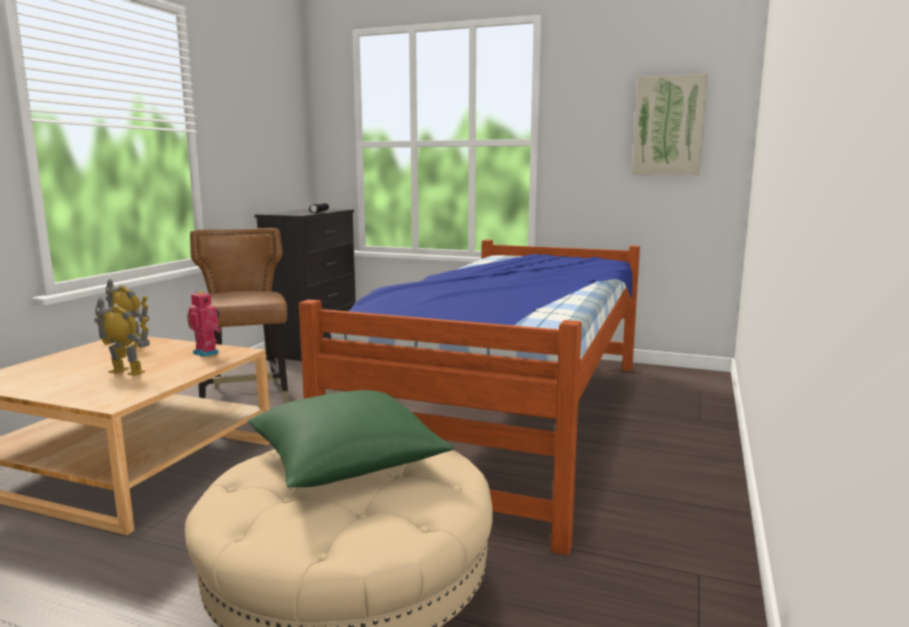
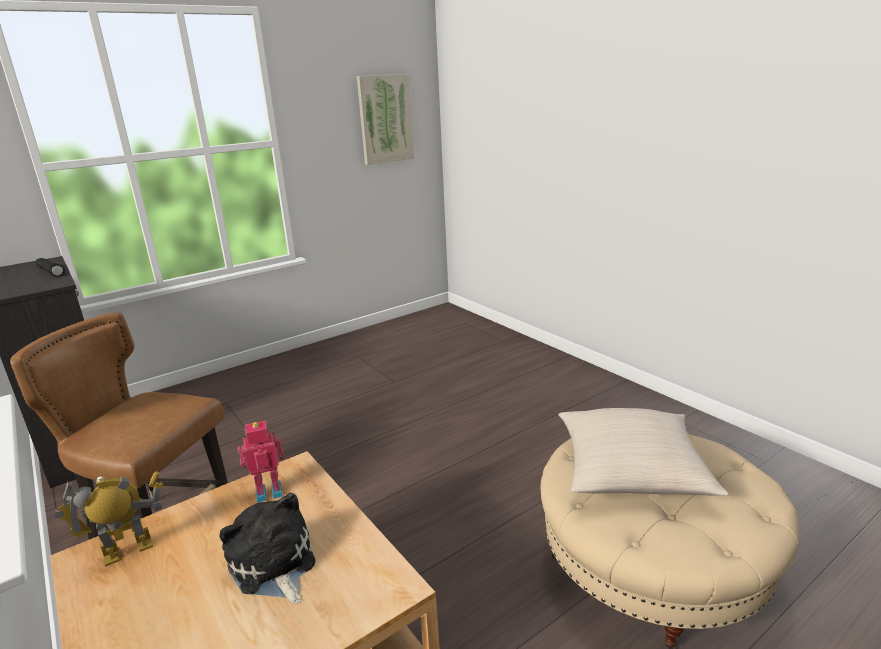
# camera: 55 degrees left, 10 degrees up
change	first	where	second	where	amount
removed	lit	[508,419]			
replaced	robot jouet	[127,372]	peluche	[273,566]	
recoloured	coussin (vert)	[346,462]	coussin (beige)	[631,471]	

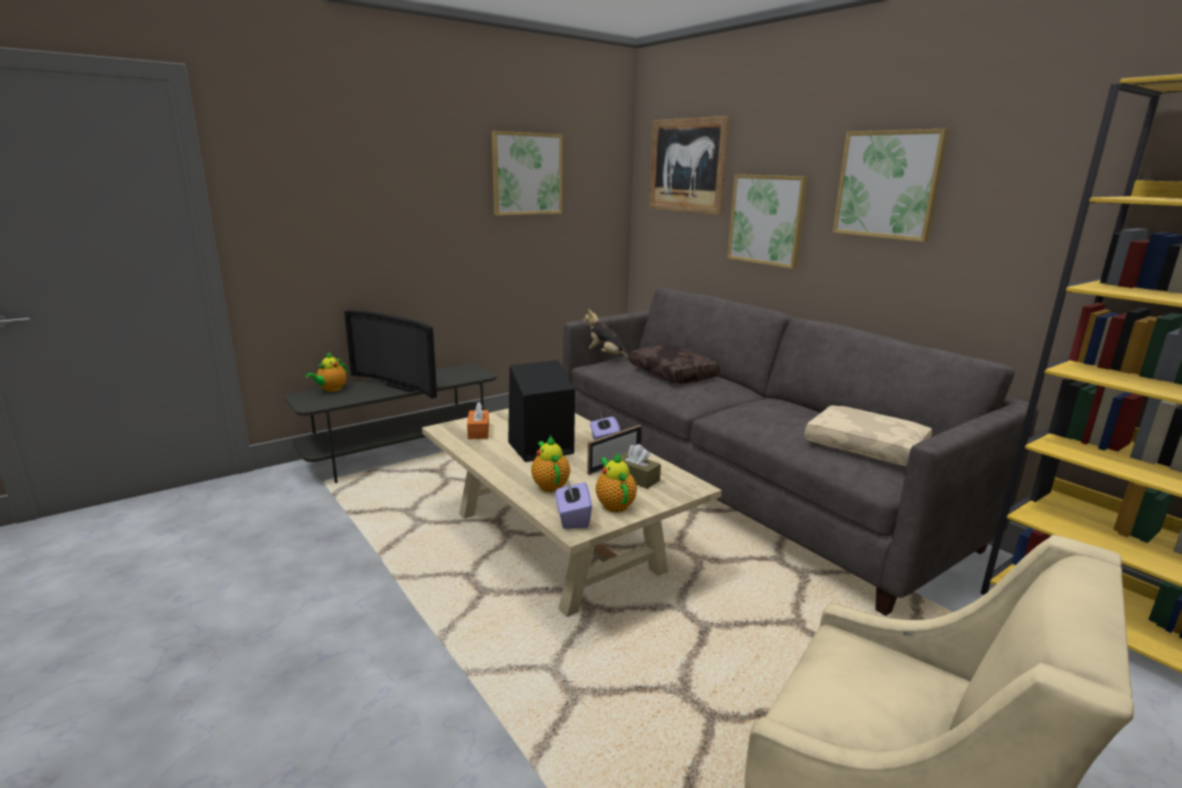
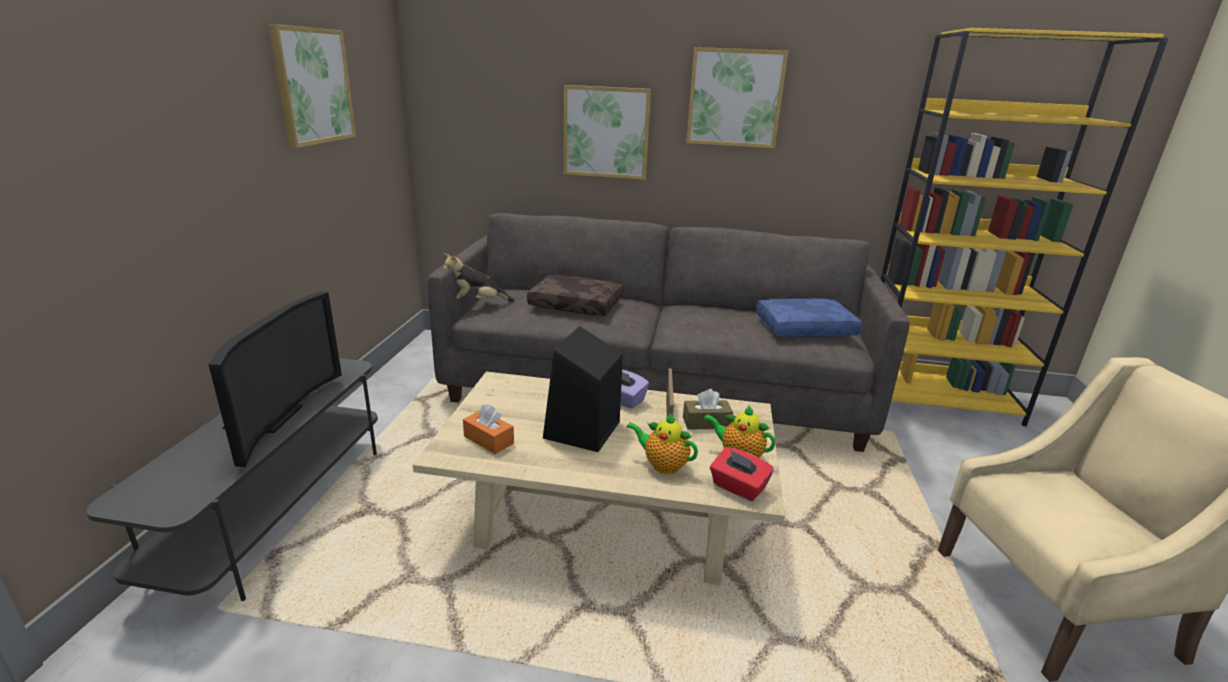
# camera: 45 degrees left, 5 degrees up
change	first	where	second	where	amount
removed	tableau	[687,166]			
turned	téléviseur	[405,385]		[273,418]	75 degrees counterclockwise
removed	théière	[331,389]			
recoloured	coussin (beige)	[867,447]	coussin (bleu)	[805,328]	
recoloured	boîte à mouchoirs (violet)	[572,518]	boîte à mouchoirs (rouge)	[738,487]	

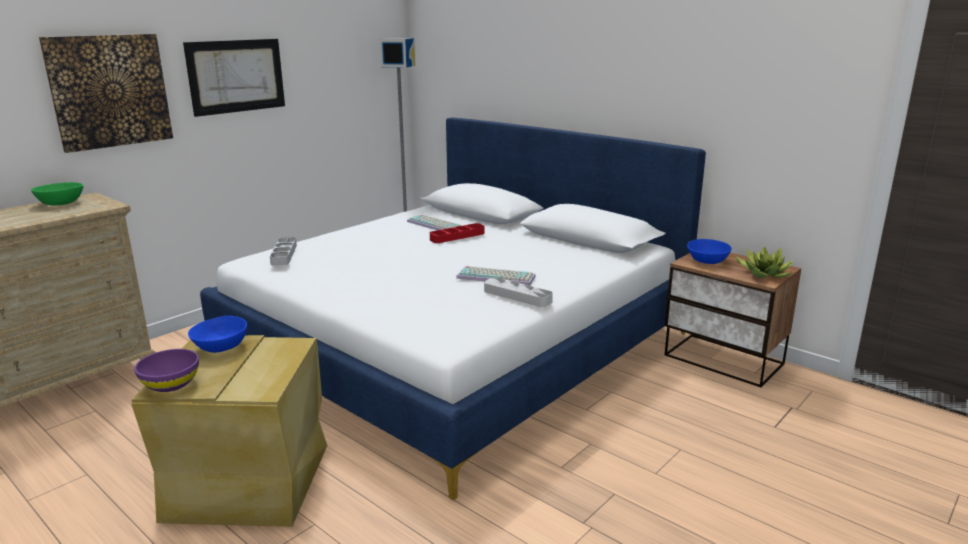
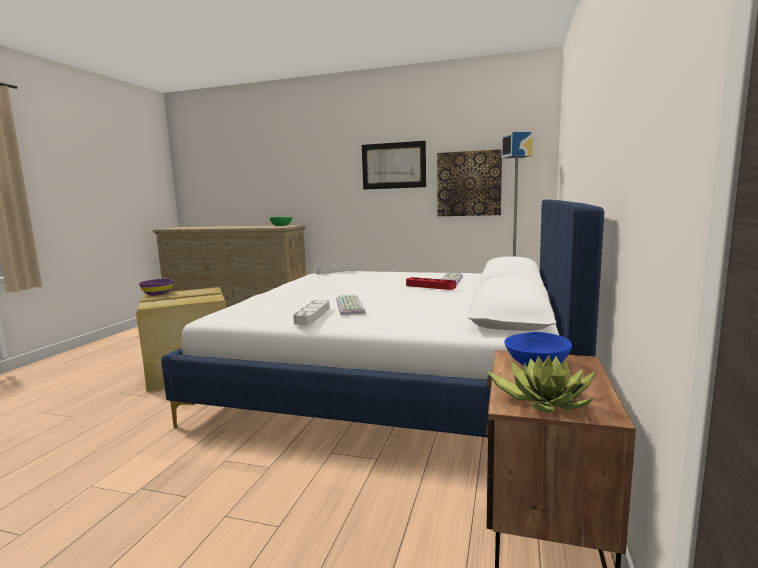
# camera: 65 degrees right, 10 degrees down
change	first	where	second	where	amount
moved	tableau	[109,91]		[469,184]	
removed	bol (bleu)	[220,347]			

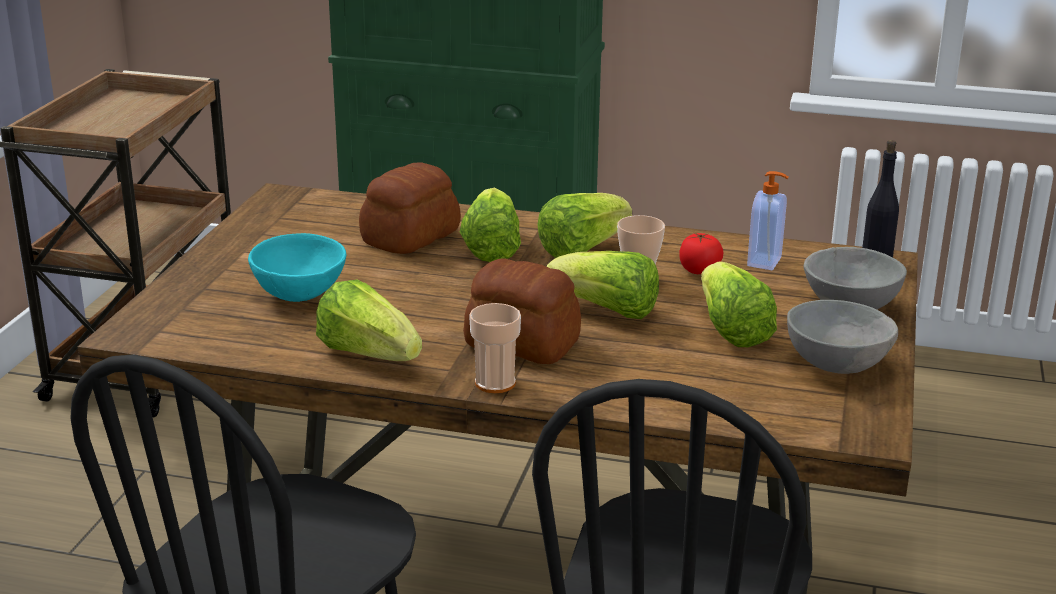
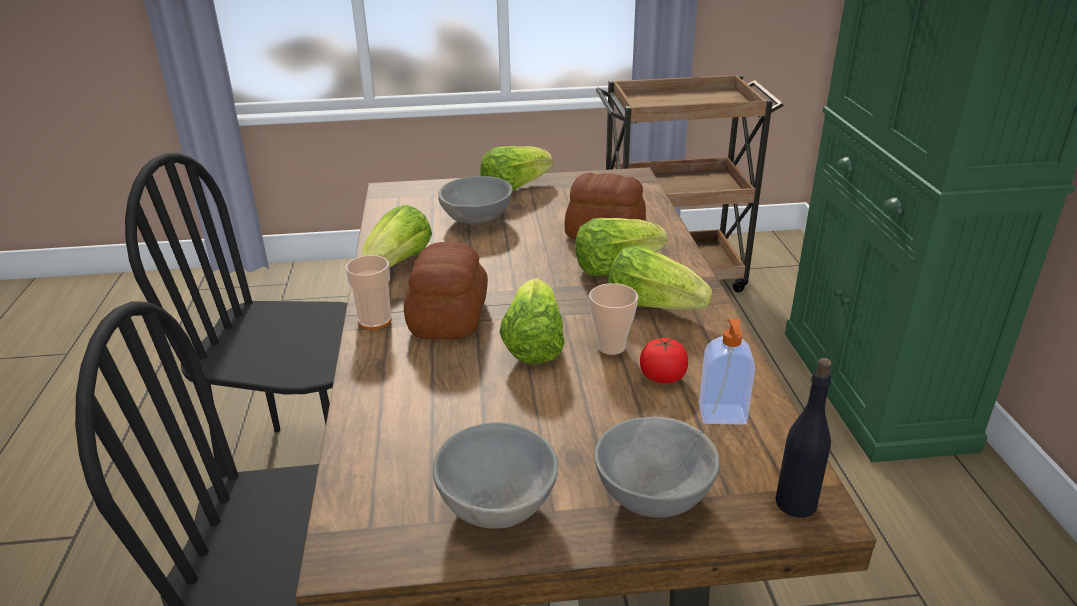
# camera: 70 degrees right, 5 degrees up
change	first	where	second	where	amount
recoloured	bol (turquoise)	[301,294]	bol (gris)	[478,221]	
moved	laitue	[731,330]		[514,188]	

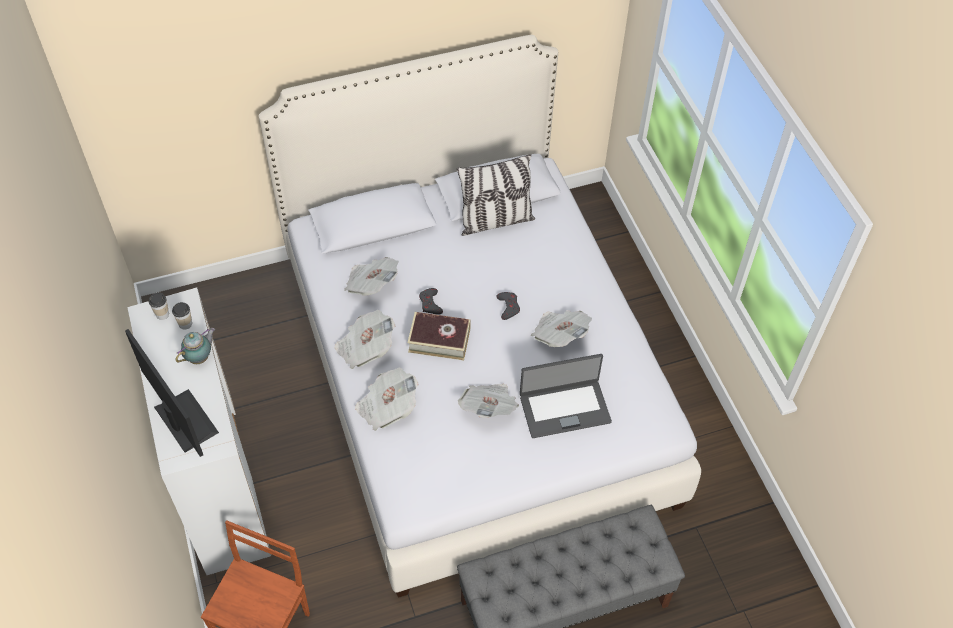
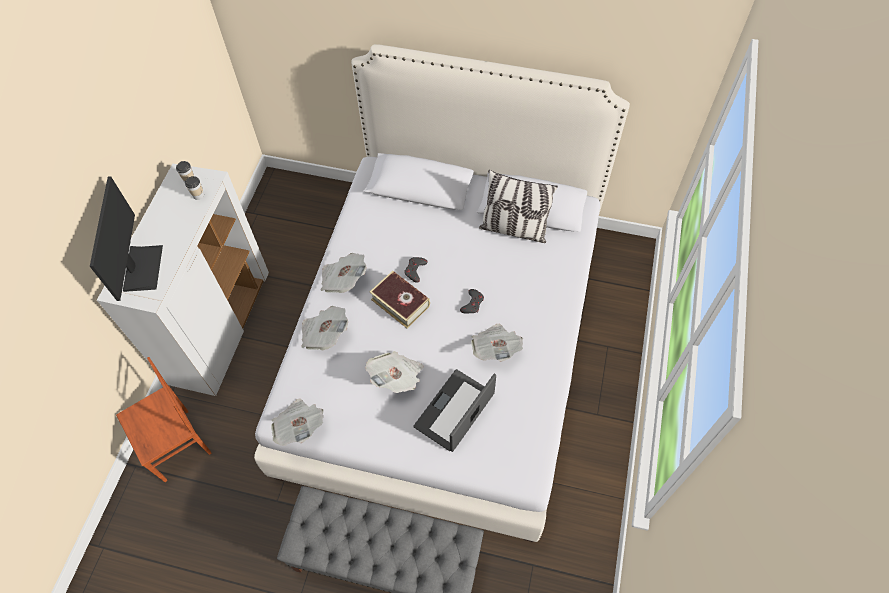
# camera: 35 degrees right, 5 degrees up
change	first	where	second	where	amount
moved	journal	[371,284]		[299,426]	
removed	théière	[200,357]			
turned	ordinateur portable	[564,408]		[455,411]	105 degrees clockwise

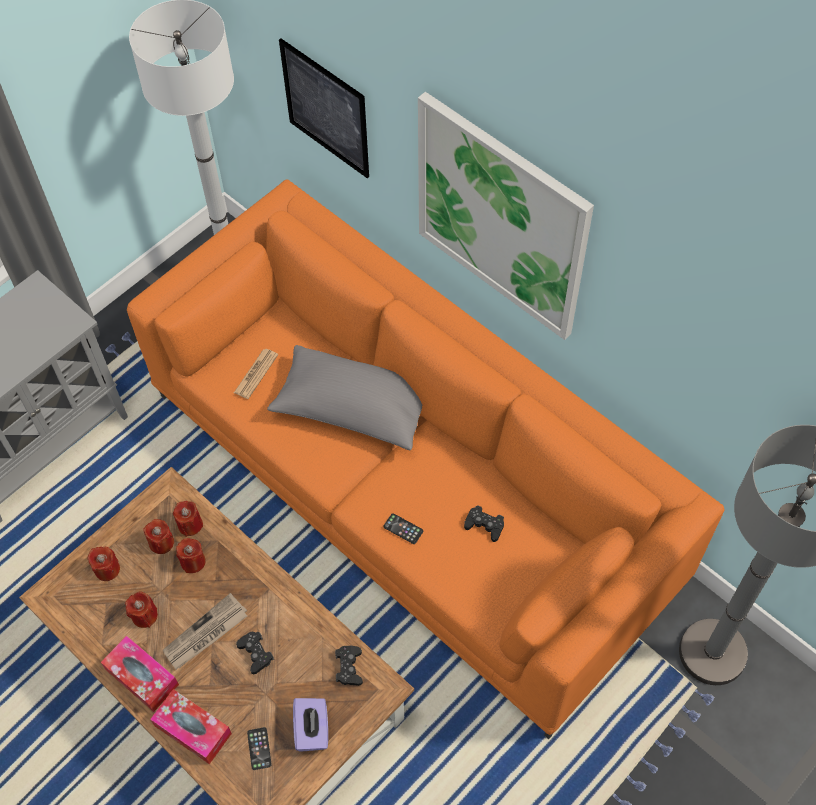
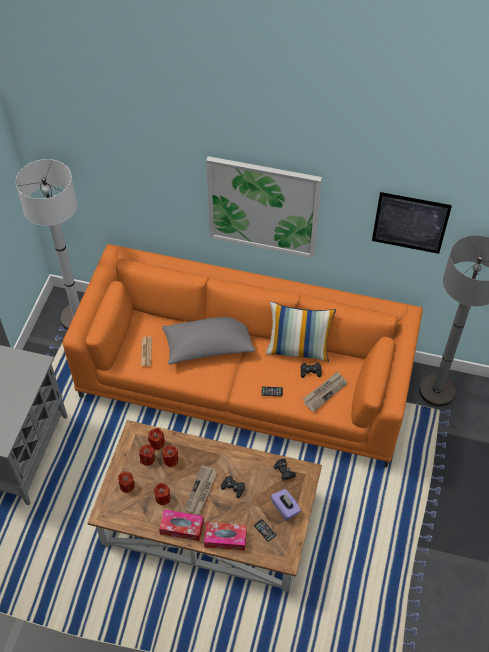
# camera: 30 degrees left, 5 degrees down
change	first	where	second	where	amount
moved	tableau	[326,109]		[410,223]	
added			coussin	[298,349]	
added			journal	[324,392]	

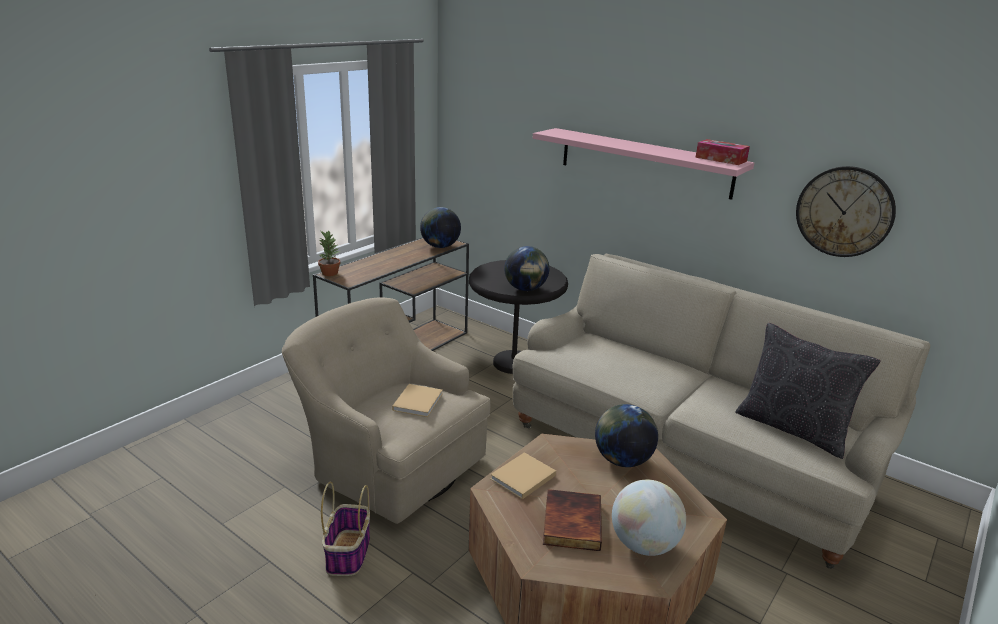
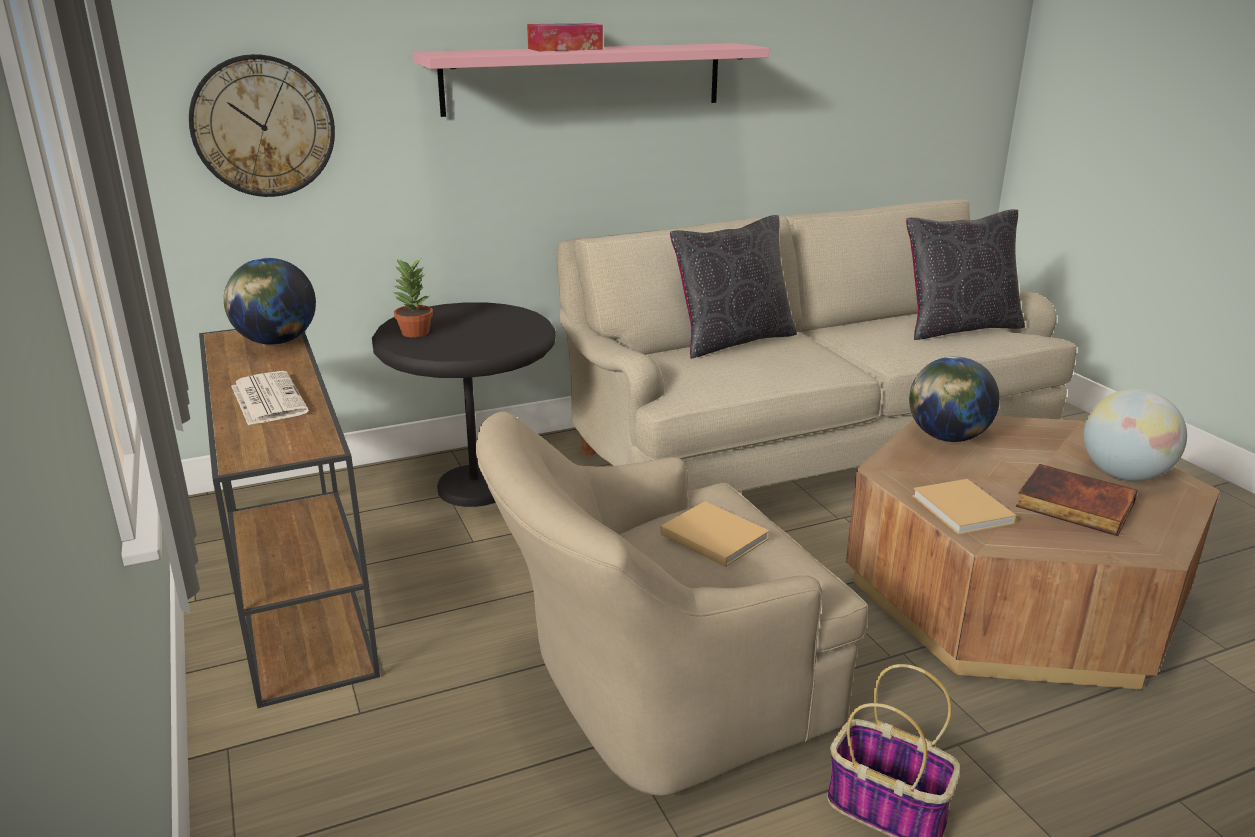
# camera: 60 degrees left, 0 degrees up
change	first	where	second	where	amount
moved	boîte à mouchoirs	[721,159]		[565,49]	
moved	horloge murale	[844,211]		[263,126]	
moved	plante en pot	[329,273]		[414,332]	
removed	globe	[525,289]			
added			coussin (noir)	[732,340]	
added			journal	[267,399]	

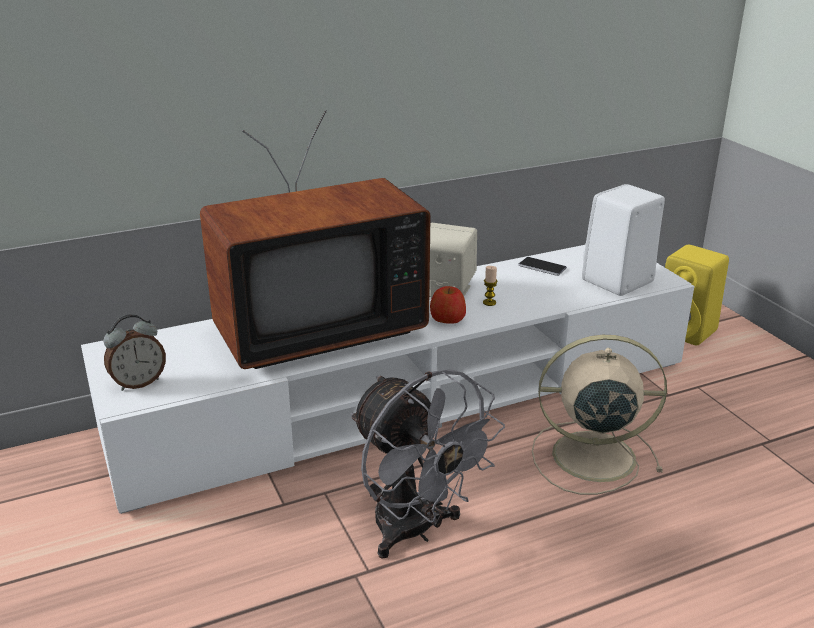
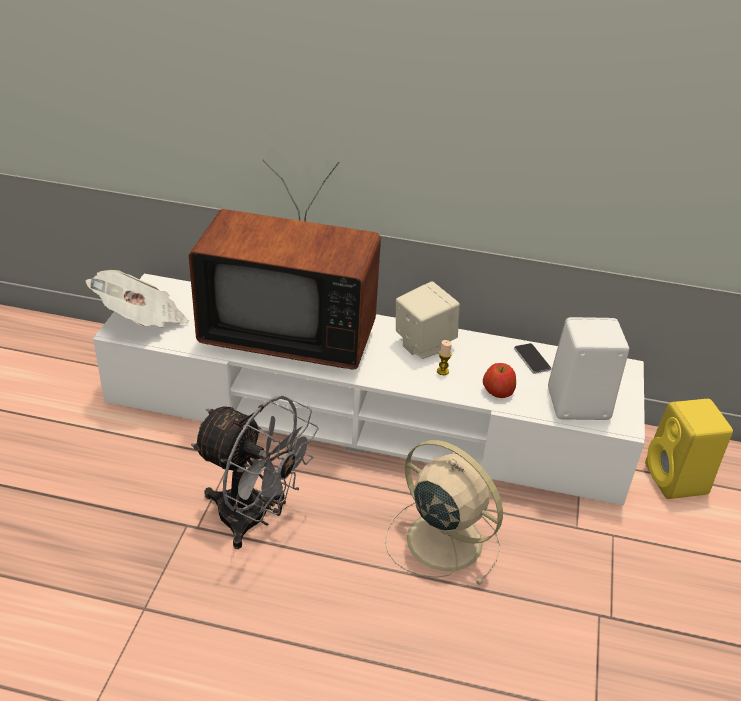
# camera: 35 degrees right, 10 degrees up
change	first	where	second	where	amount
moved	pomme	[447,319]		[498,391]	
replaced	réveil	[138,383]	journal	[142,320]	
turned	ventilateur (gris)	[415,531]		[254,519]	60 degrees counterclockwise

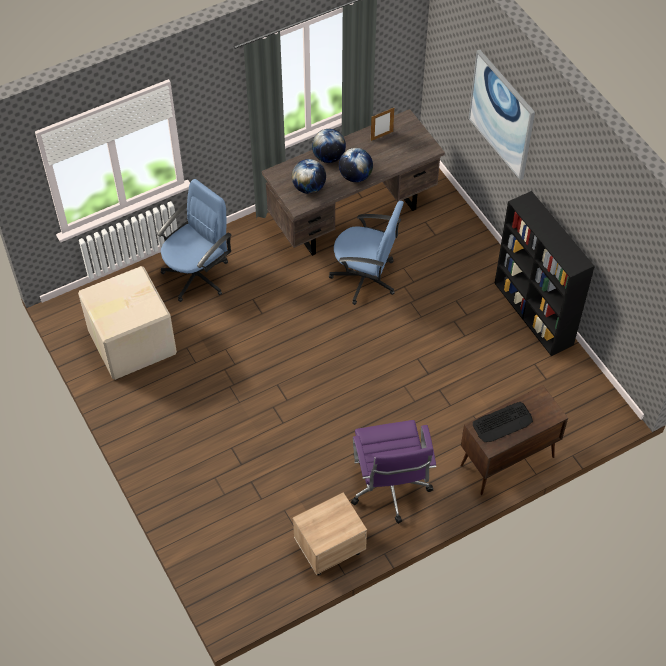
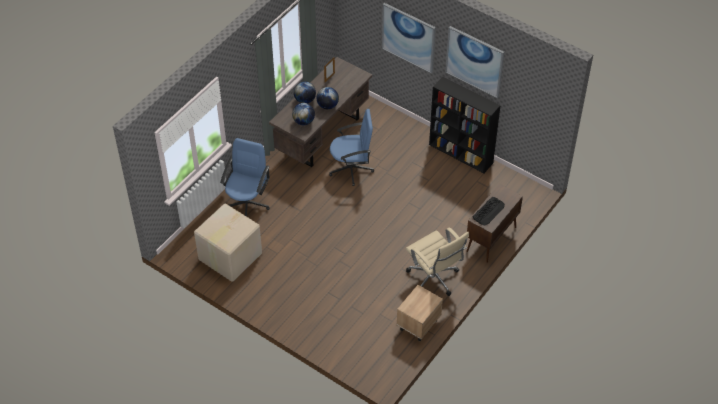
# camera: 25 degrees left, 5 degrees down
change	first	where	second	where	amount
recoloured	chaise de bureau (violet)	[390,490]	chaise de bureau (beige)	[434,280]	
added			tableau	[474,61]	

